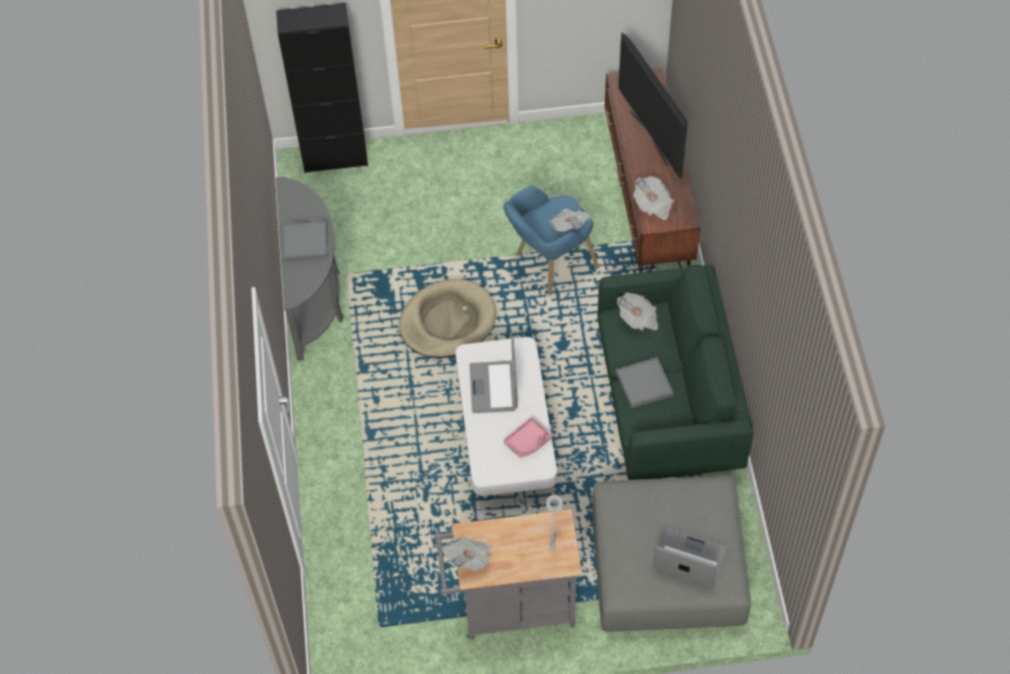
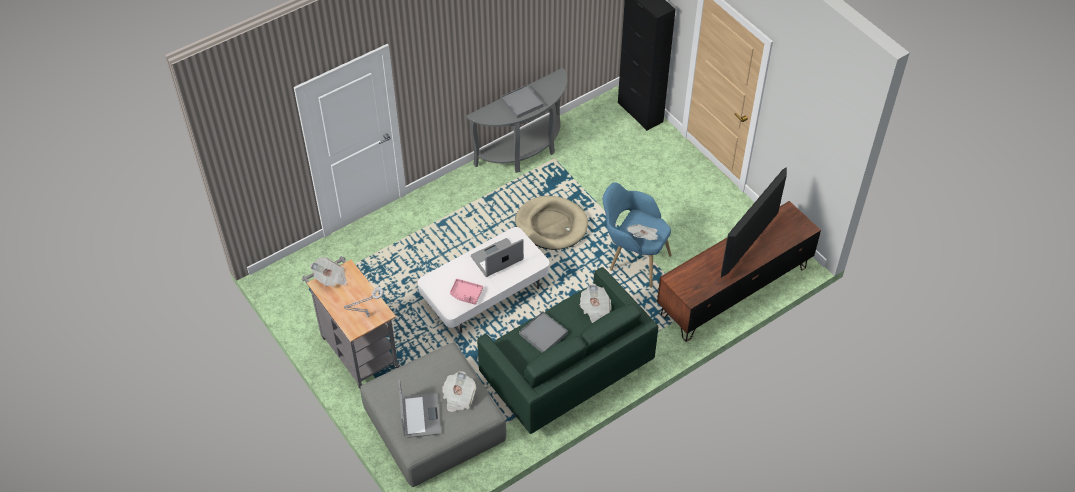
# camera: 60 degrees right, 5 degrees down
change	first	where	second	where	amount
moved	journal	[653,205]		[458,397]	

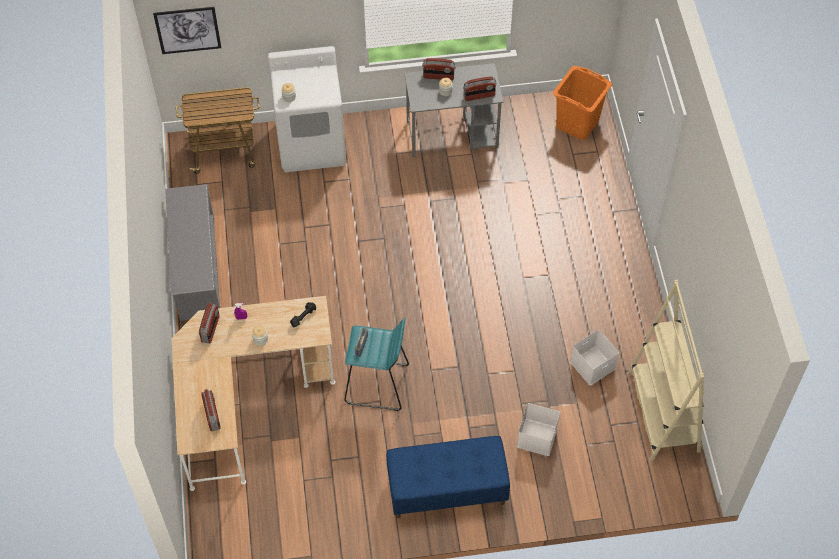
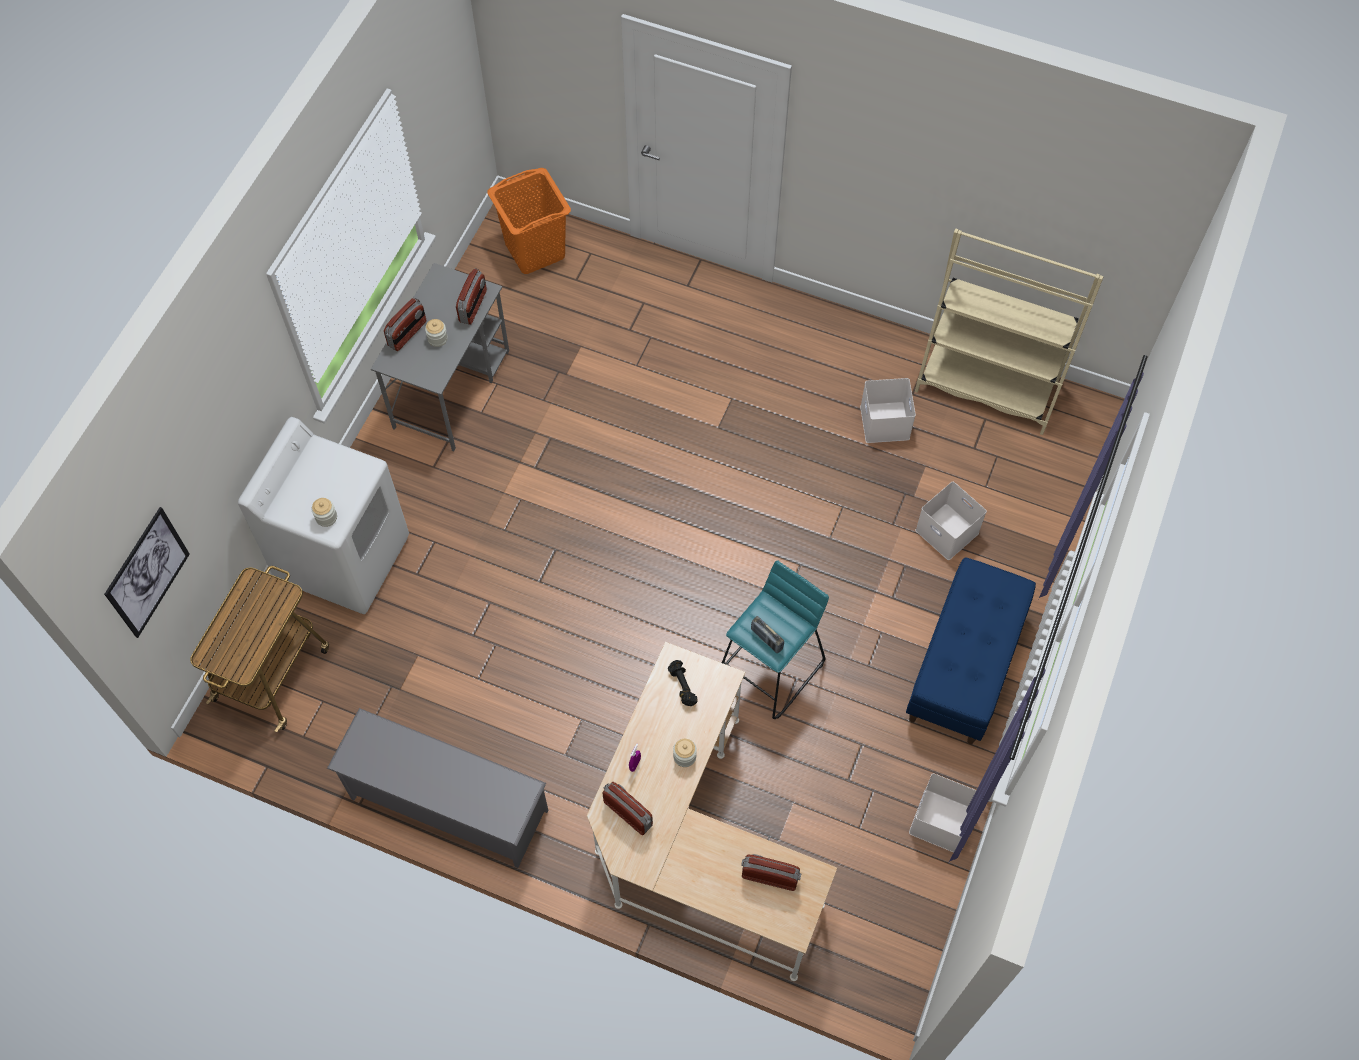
# camera: 60 degrees left, 5 degrees up
change	first	where	second	where	amount
added			boîte de rangement (blanc)	[941,822]	

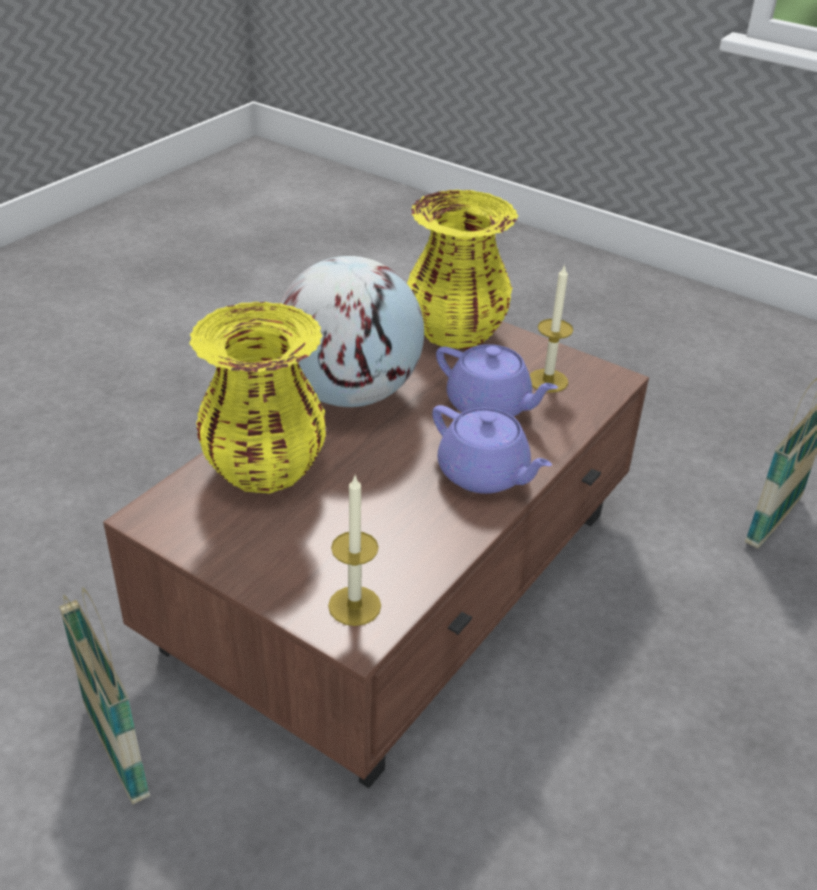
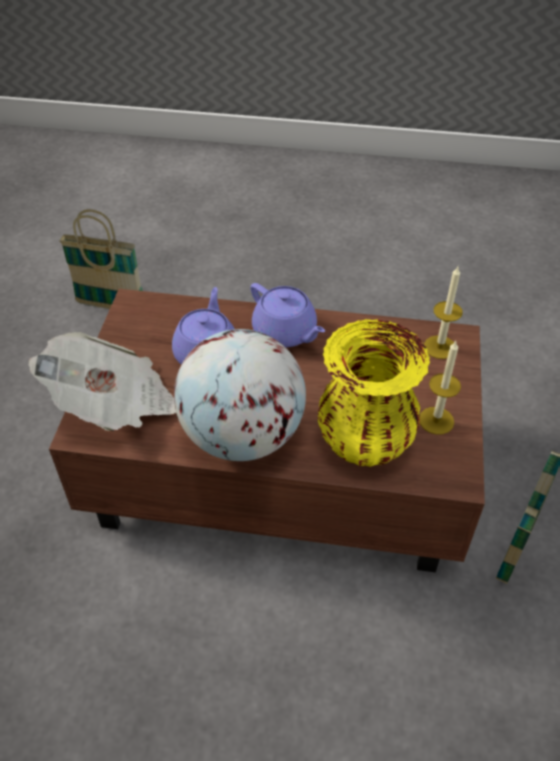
# camera: 115 degrees left, 10 degrees up
change	first	where	second	where	amount
replaced	vase (jaune)	[456,333]	journal	[114,404]	
moved	bougie	[548,380]		[436,420]	
turned	théière (violet)	[484,474]		[285,332]	120 degrees clockwise

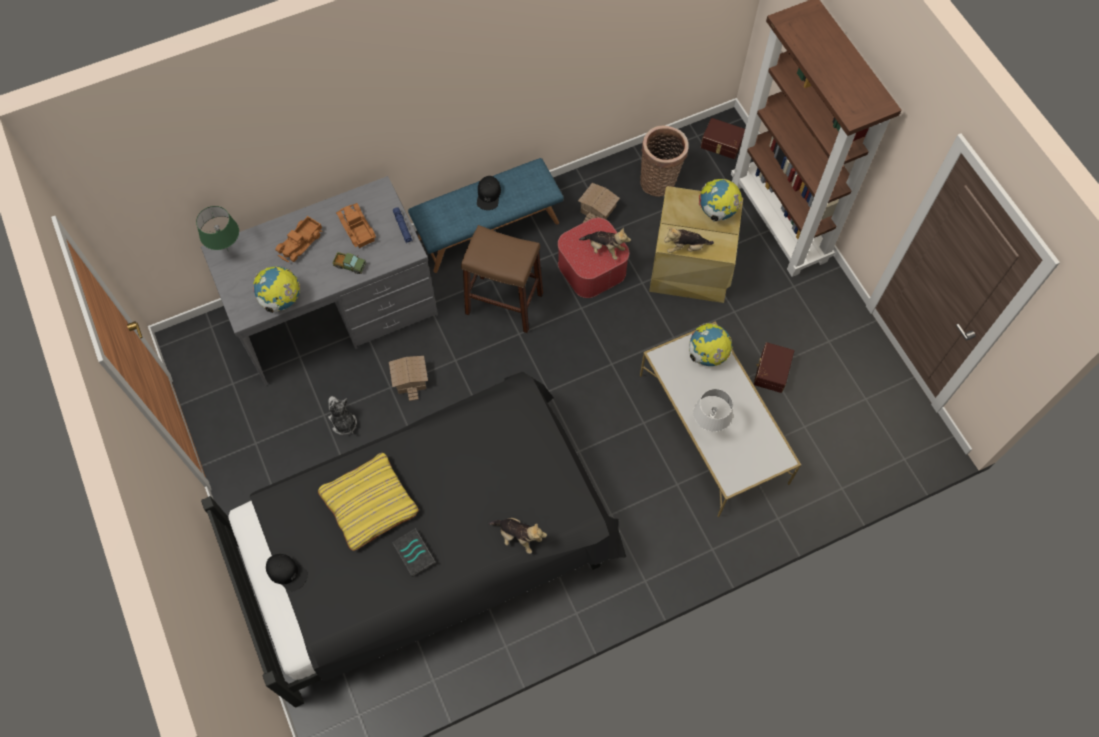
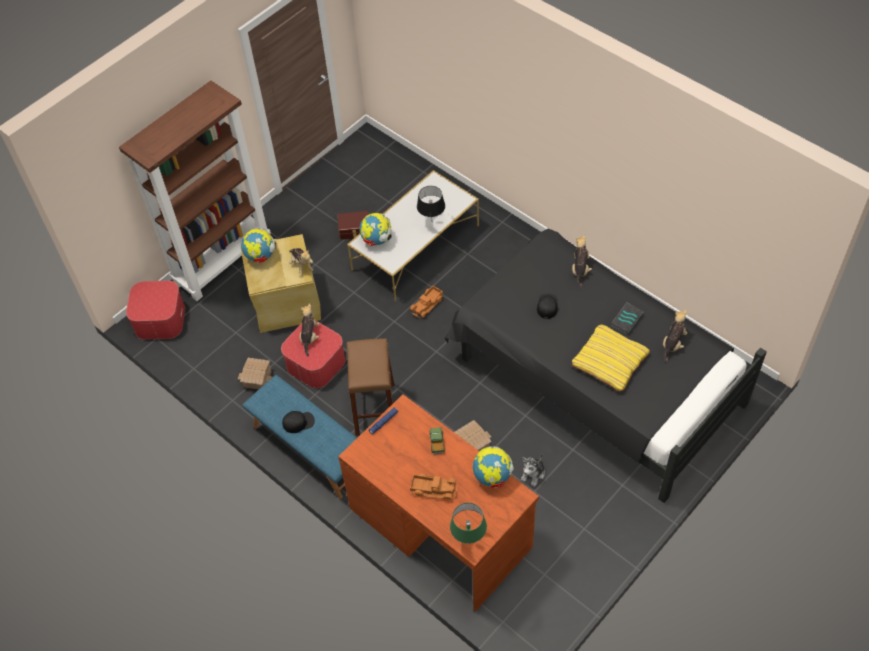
# camera: 110 degrees left, 10 degrees down
change	first	where	second	where	amount
replaced	boîte de rangement (marron)	[721,144]	pouf	[160,319]	
removed	panier	[659,181]			
recoloured	bureau (gris)	[337,312]	bureau (marron)	[440,526]	
moved	camion jouet	[356,229]		[427,305]	
recoloured	lampe de table (blanc)	[708,426]	lampe de table (noir)	[431,222]	
moved	casquette (noir)	[287,572]		[547,306]	
added			peluche	[673,344]	

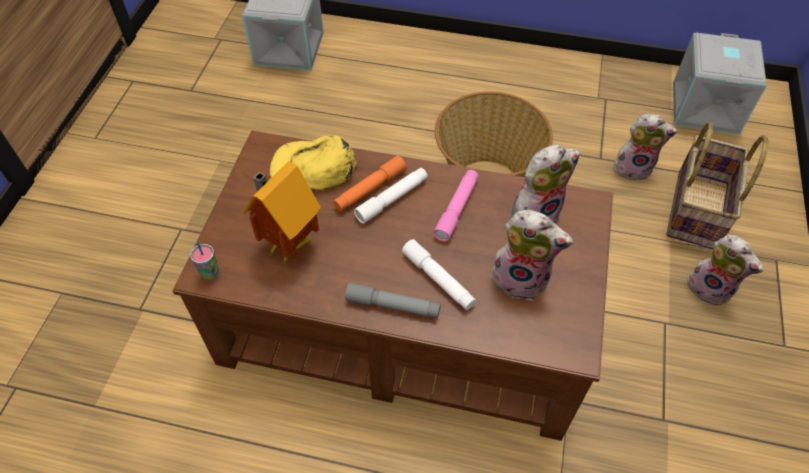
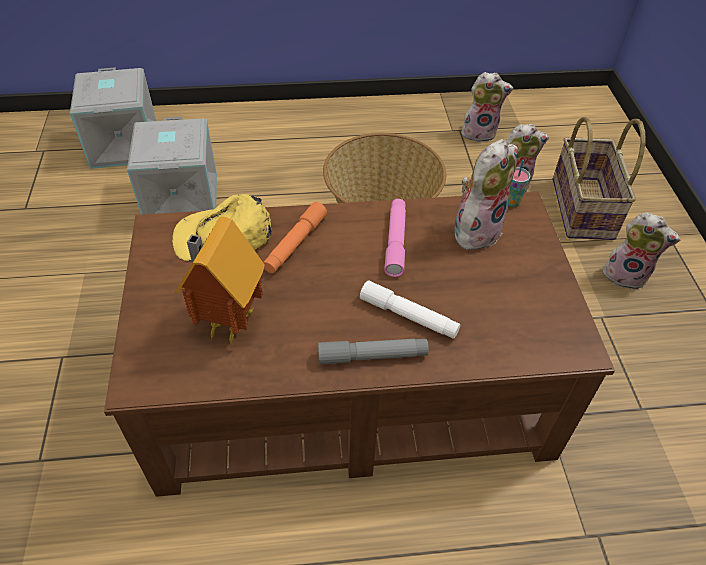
# camera: 20 degrees left, 5 degrees down
change	first	where	second	where	amount
moved	boîte de rangement (gris)	[703,107]		[180,198]	
removed	lampe de poche (blanc)	[392,199]			
moved	peluche	[522,278]		[479,132]	
moved	tasse	[210,273]		[511,201]	

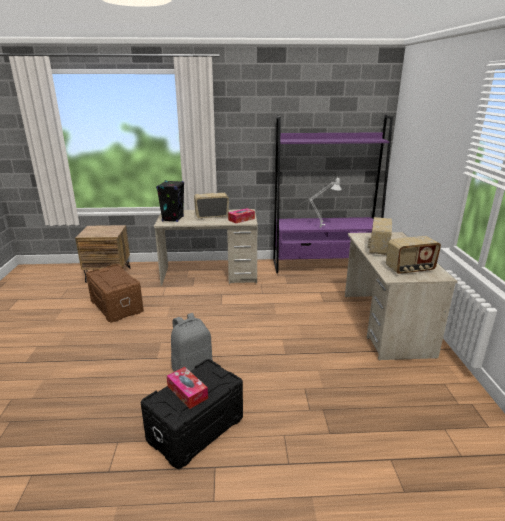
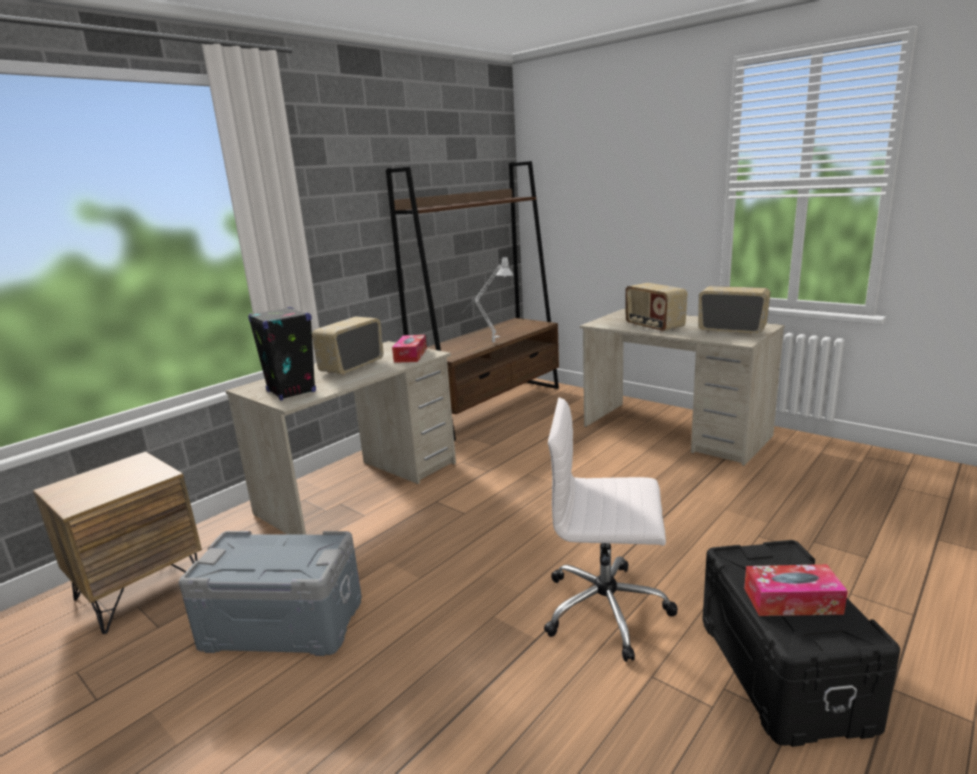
# camera: 45 degrees left, 5 degrees down
change	first	where	second	where	amount
recoloured	bibliothèque (violet)	[324,265]	bibliothèque (marron)	[491,406]	
turned	radio	[410,269]		[732,331]	90 degrees counterclockwise
recoloured	boîte de rangement (marron)	[117,305]	boîte de rangement (gris)	[284,622]	
replaced	sac à dos (gris)	[192,367]	chaise de bureau (blanc)	[608,609]	

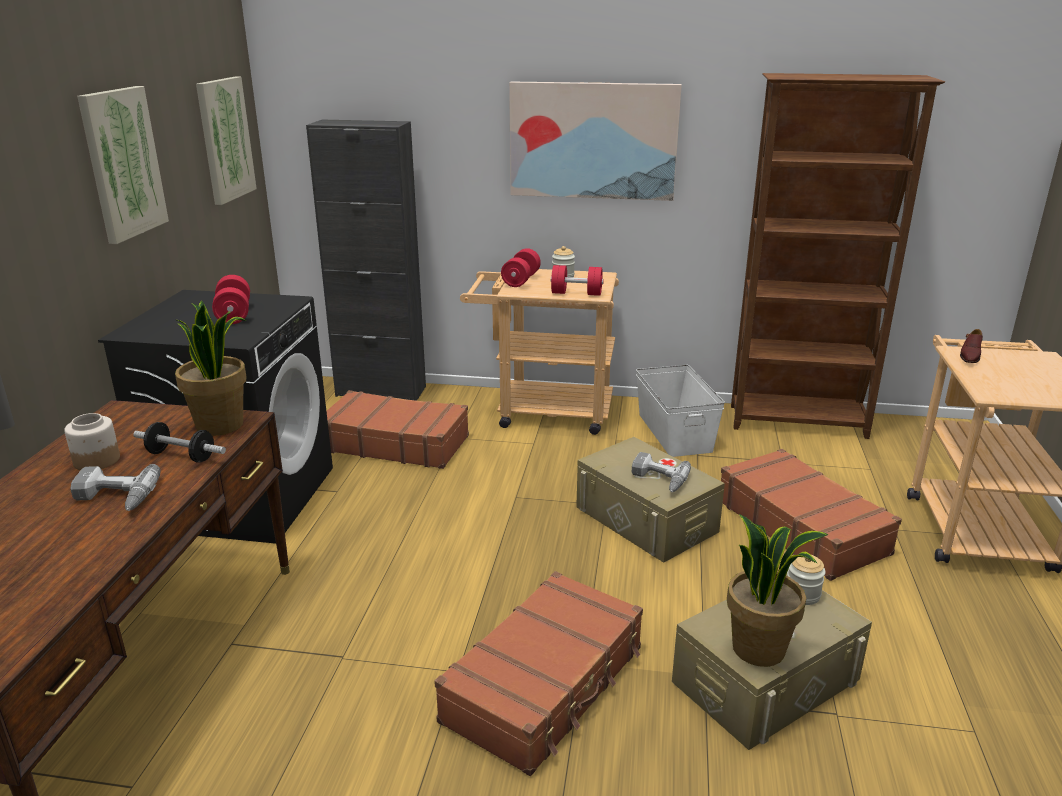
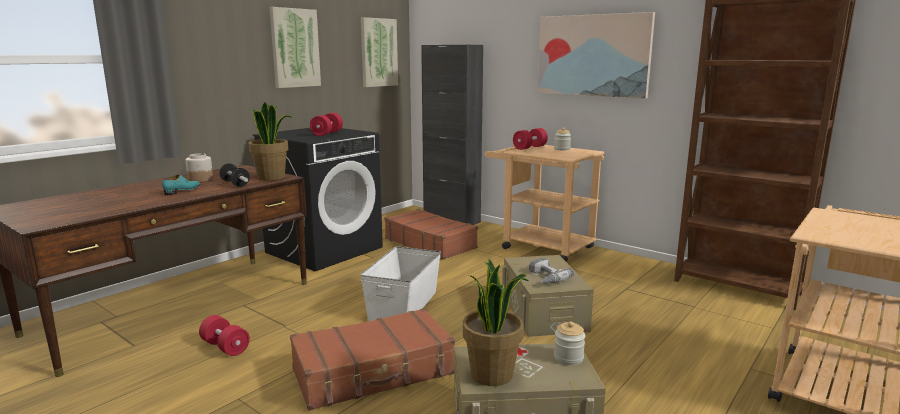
# camera: 30 degrees right, 10 degrees down
change	first	where	second	where	amount
moved	haltère (rouge)	[576,293]		[225,347]	
removed	chaussure (marron)	[970,356]			
moved	boîte de rangement (blanc)	[675,432]		[404,306]	
removed	valise (marron)	[801,526]			
replaced	perceuse	[114,498]	chaussure (turquoise)	[183,191]	

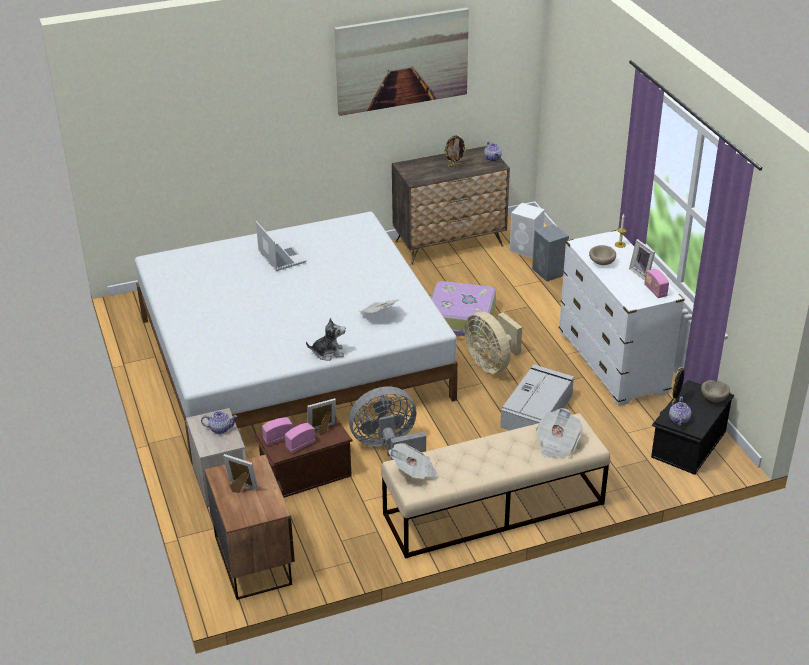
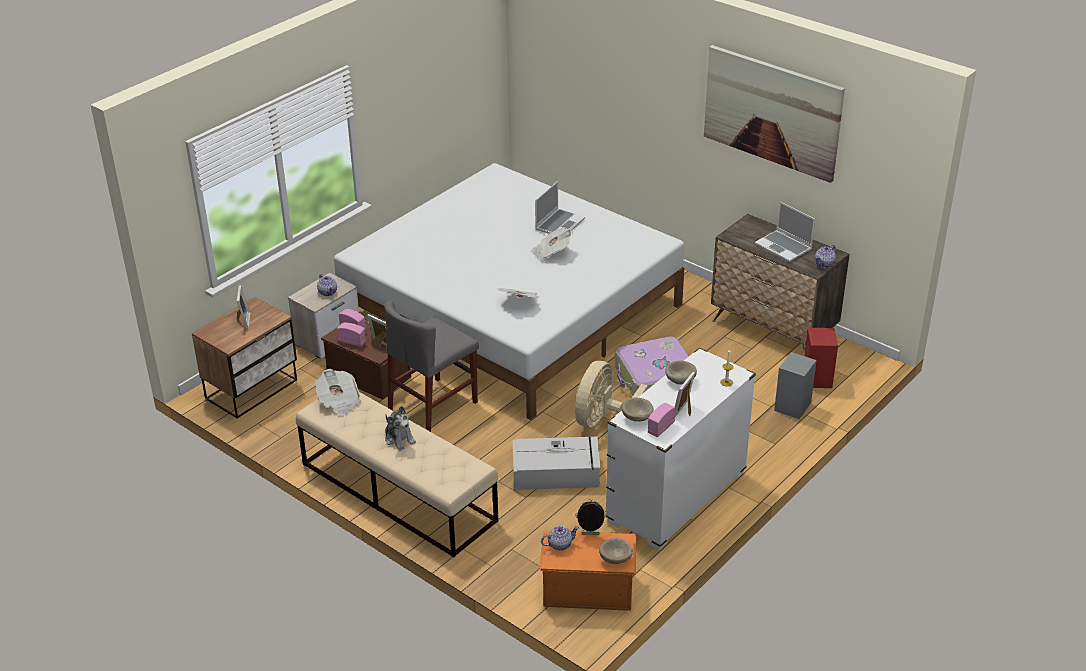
# camera: 60 degrees right, 0 degrees up
change	first	where	second	where	amount
replaced	cadre photo	[454,165]	ordinateur portable	[784,247]	
recoloured	enceinte (blanc)	[526,249]	enceinte (rouge)	[817,379]	
moved	peluche	[328,353]		[399,439]	
recoloured	boîte de rangement (noir)	[687,444]	boîte de rangement (orange)	[587,588]	
replaced	ventilateur (gris)	[388,448]	chaise (gris)	[433,405]	
moved	journal	[557,444]		[551,252]	
added			bol (beige)	[637,418]	

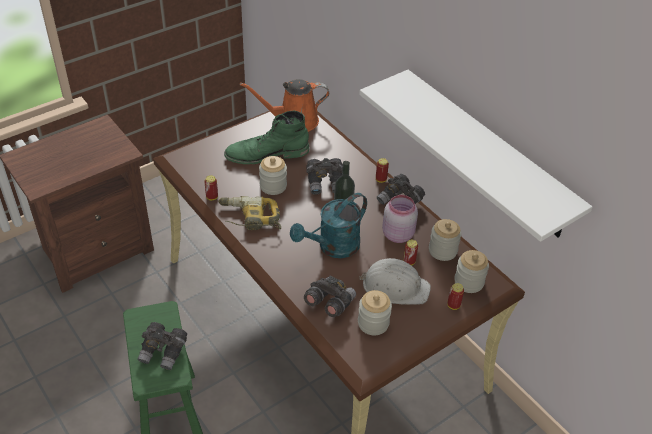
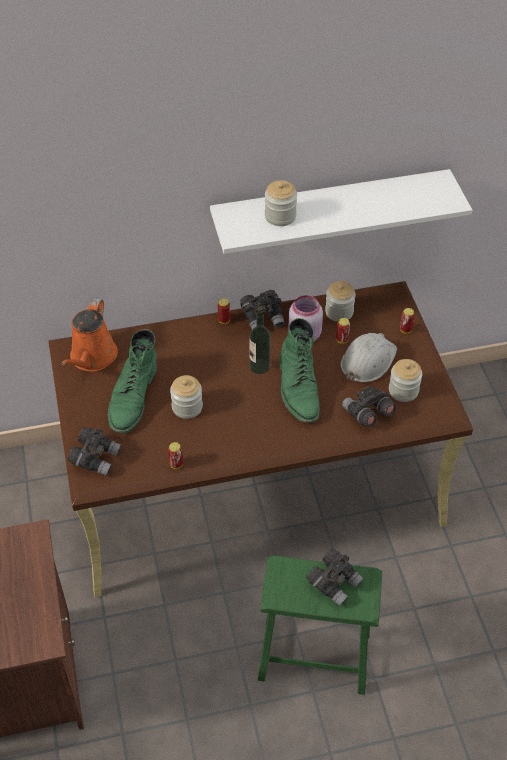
# camera: 65 degrees left, 5 degrees up
change	first	where	second	where	amount
moved	jumelles (gris)	[325,183]		[95,458]	
replaced	arrosoir (turquoise)	[333,247]	botte (vert)	[298,388]	
removed	perceuse	[249,218]			
moved	bocal	[469,282]		[280,216]	

